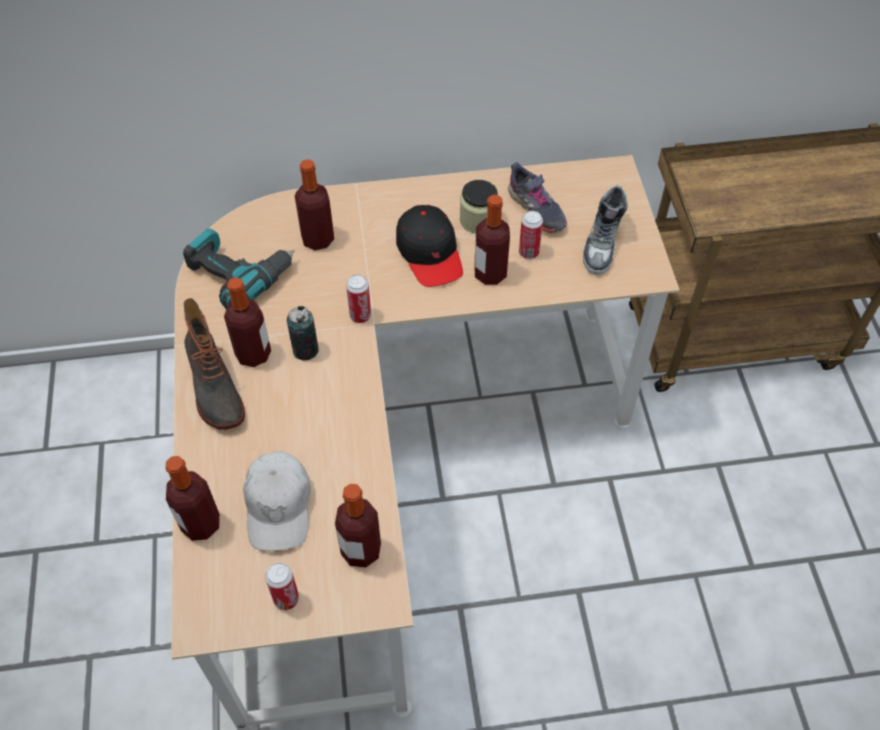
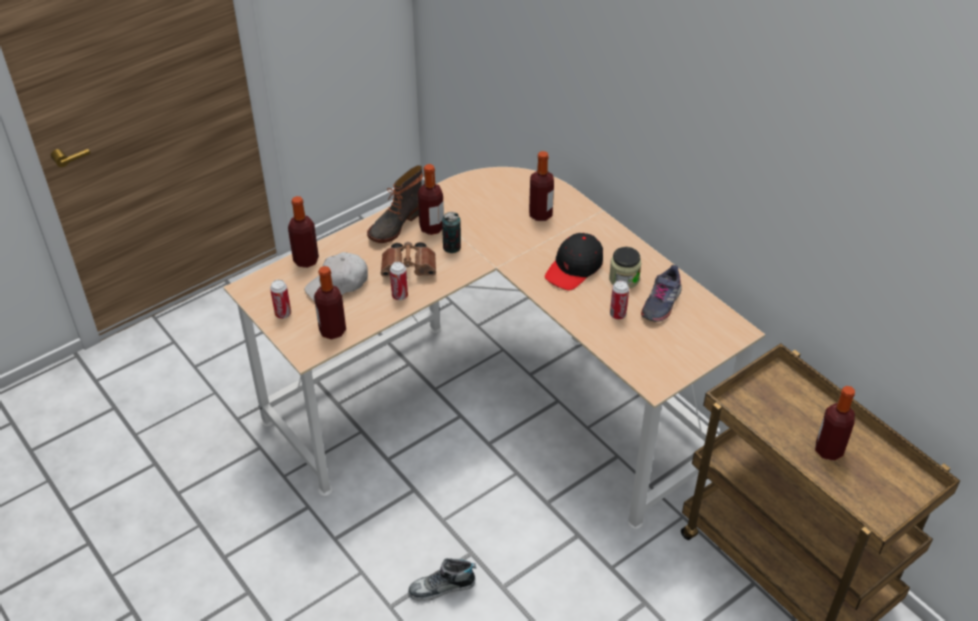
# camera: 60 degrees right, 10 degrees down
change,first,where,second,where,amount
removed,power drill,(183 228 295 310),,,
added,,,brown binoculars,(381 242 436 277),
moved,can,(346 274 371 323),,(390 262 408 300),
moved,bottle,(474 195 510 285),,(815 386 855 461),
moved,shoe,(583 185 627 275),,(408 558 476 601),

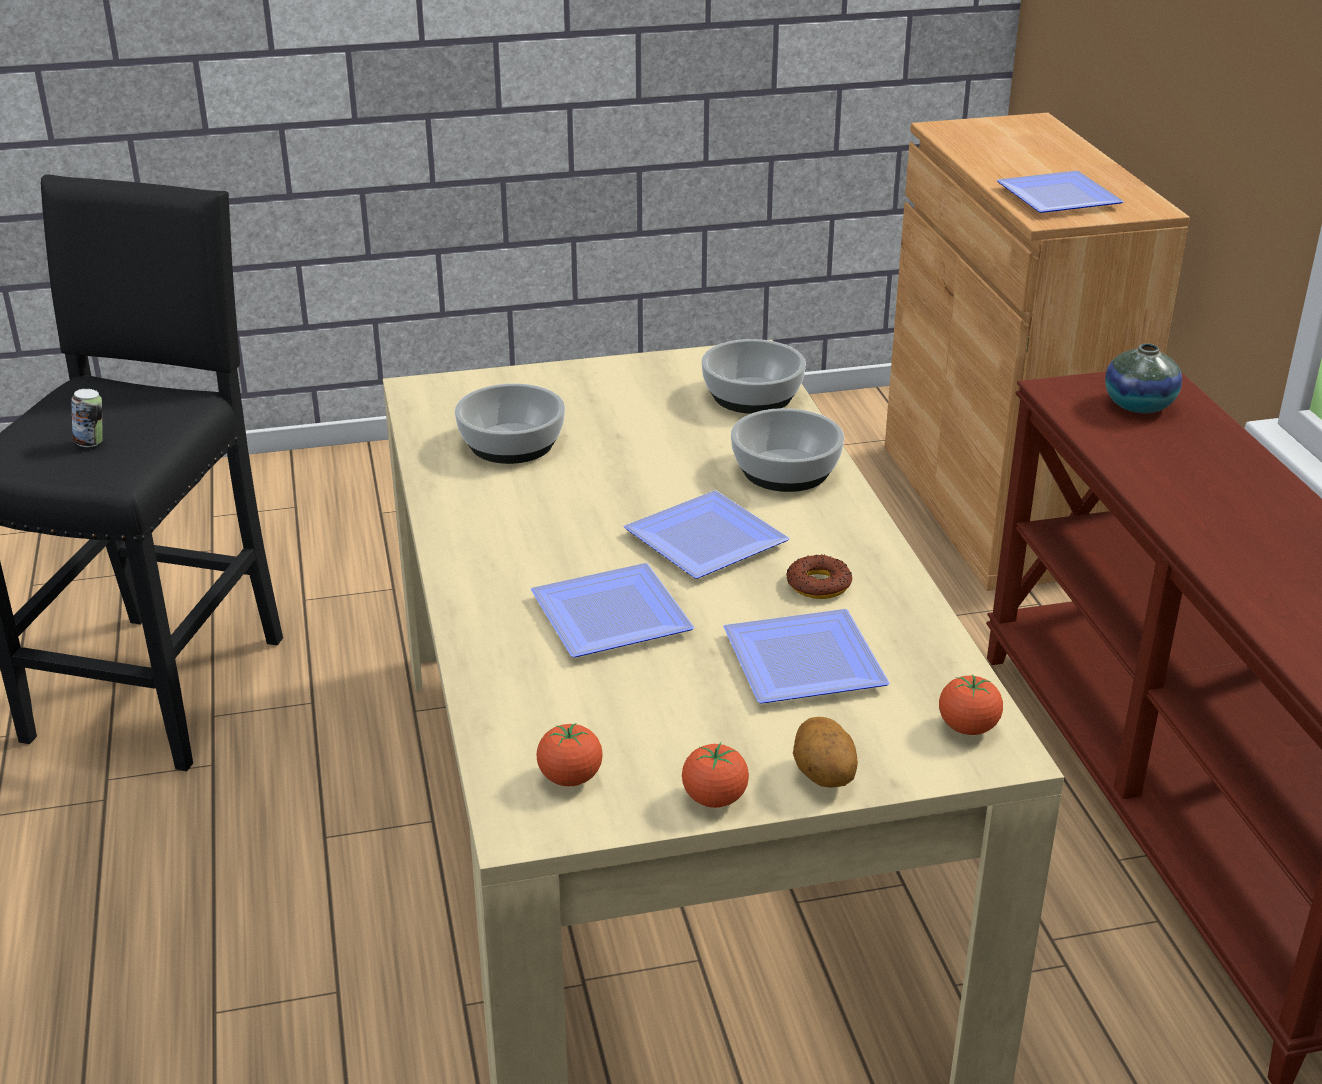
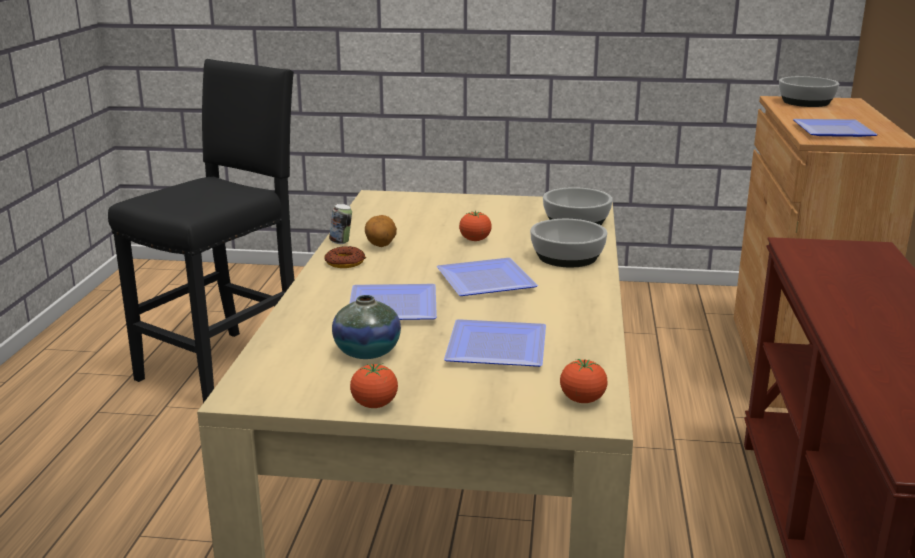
# camera: 20 degrees right, 10 degrees down
change,first,where,second,where,amount
moved,can,(71 389 103 447),,(329 204 352 244),
moved,bowl,(455 383 565 464),,(779 76 839 107),
moved,tomato,(537 723 603 786),,(459 210 492 241),
moved,donut,(786 555 852 599),,(325 246 366 268),
moved,potato,(793 717 858 788),,(365 215 397 247),
moved,vase,(1105 344 1182 413),,(332 295 401 359),

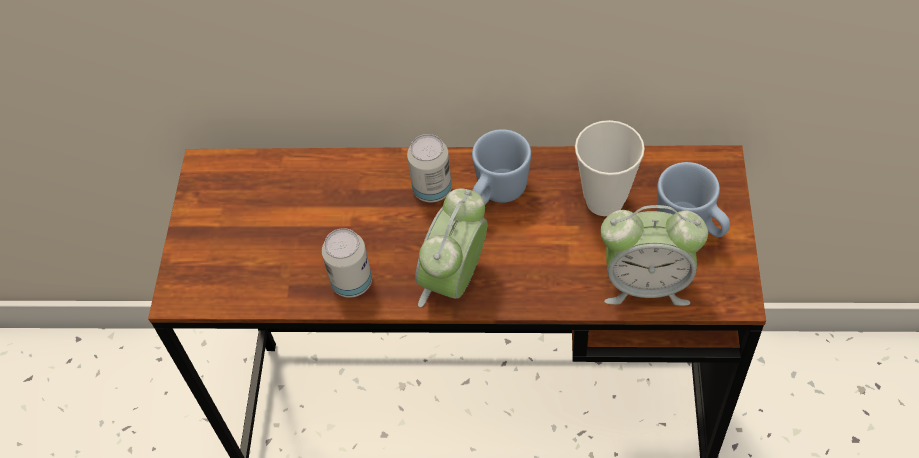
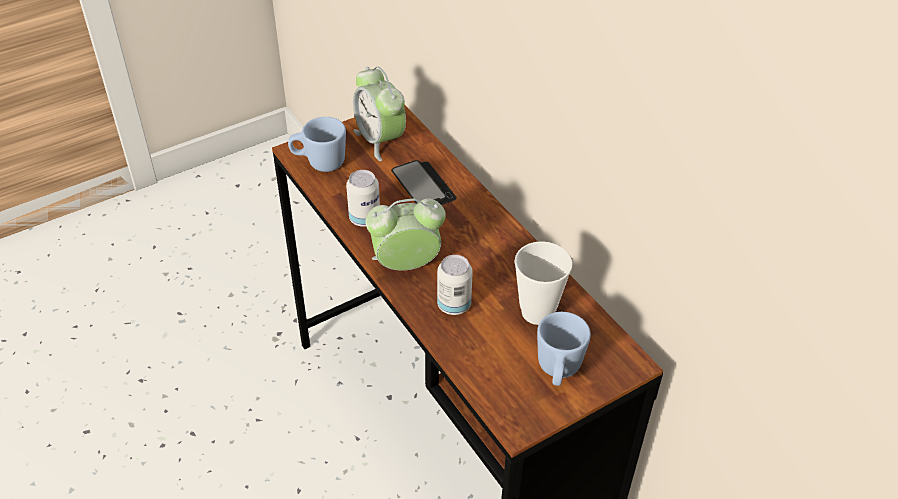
# camera: 50 degrees right, 10 degrees down
change,first,where,second,where,amount
added,,,phone,(391 160 457 205),
moved,can,(407 134 452 202),,(437 255 473 315),
moved,blue mug,(472 129 531 205),,(288 117 346 172),
moved,alarm clock,(600 205 708 306),,(353 67 406 161),

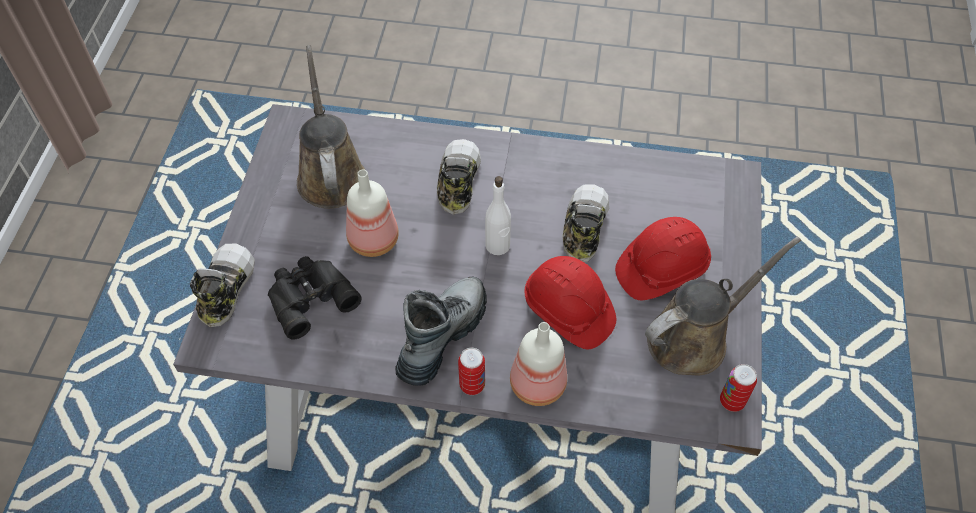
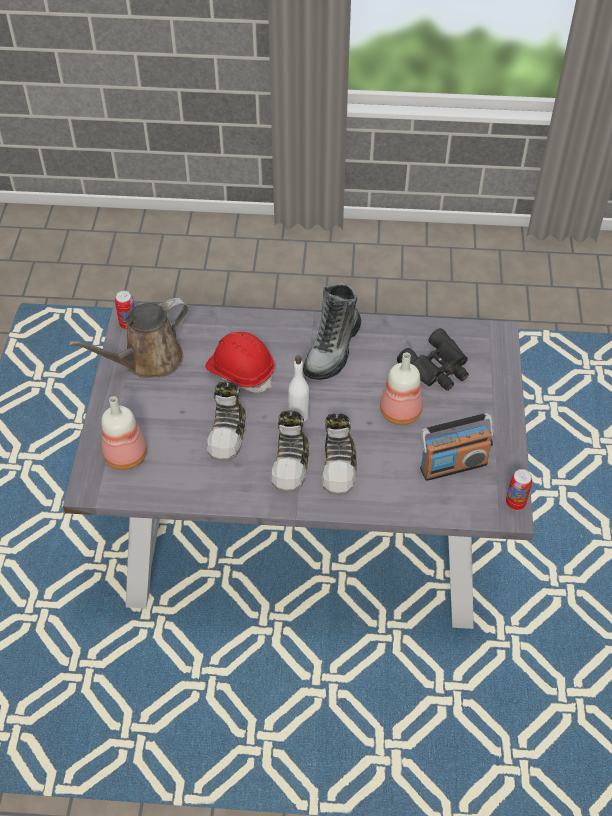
# camera: 175 degrees right, 5 degrees down
change,first,where,second,where,amount
removed,red hard hat,(615 217 711 300),,,
moved,shoe,(190 243 255 327),,(270 410 309 493),
moved,can,(458 348 485 395),,(506 469 532 510),
moved,bottle,(510 322 567 406),,(101 396 147 470),
replaced,brown watering can,(297 45 365 209),radio,(420 413 493 481),

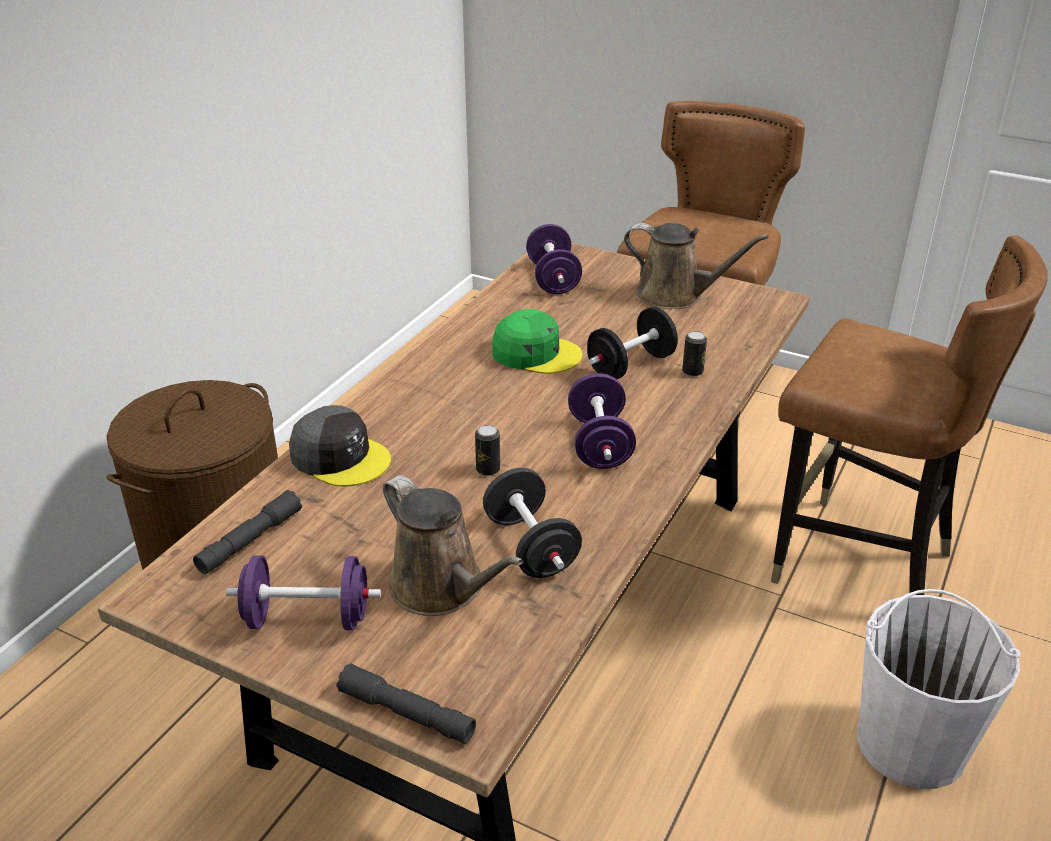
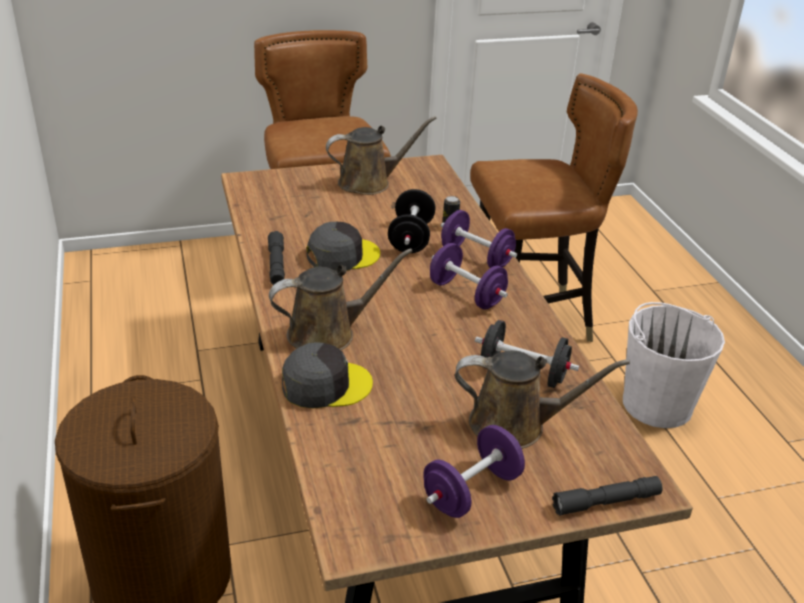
# camera: 45 degrees left, 0 degrees up
change,first,where,second,where,amount
removed,can,(475 425 500 476),,,
added,,,brown watering can,(269 248 413 350),
moved,grey flashlight,(193 490 302 574),,(268 231 285 285),
moved,purple dumbbell,(526 224 582 294),,(441 210 517 268),
recoloured,green cap,(492 309 583 374),grey cap,(307 222 380 271),

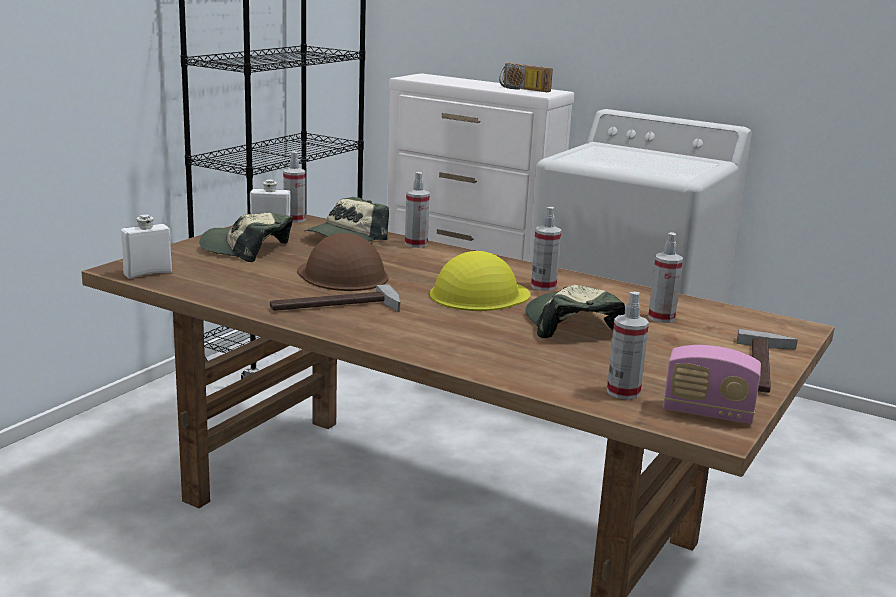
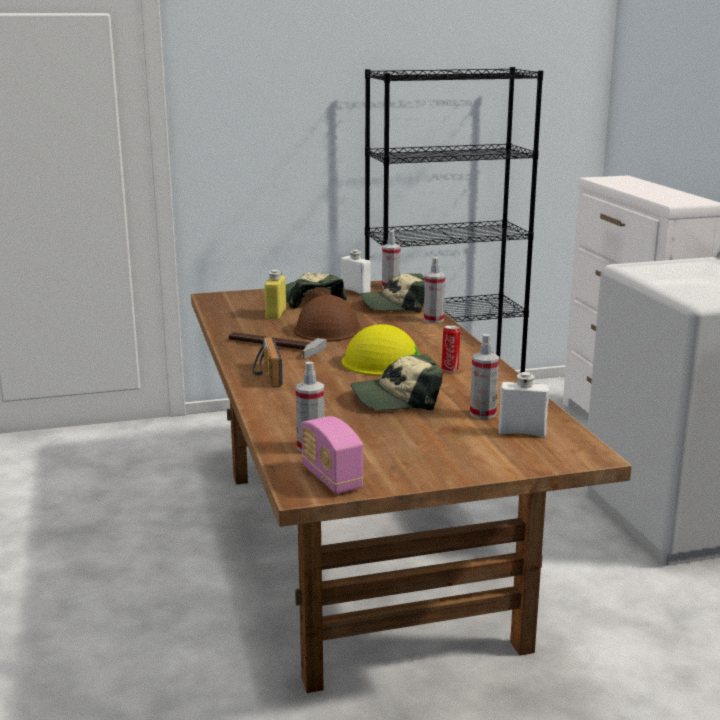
# camera: 45 degrees right, 0 degrees up
change,first,where,second,where,amount
removed,hammer,(737 329 798 393),,,
added,,,yellow bottle,(265 270 286 320),
moved,white bottle,(121 215 172 279),,(498 372 549 437),
moved,radio,(499 63 553 92),,(252 337 283 387),
replaced,spray bottle,(531 207 561 291),can,(441 325 461 372),
turned,cap,(525 285 625 338),,(350 354 443 410),135 degrees counterclockwise

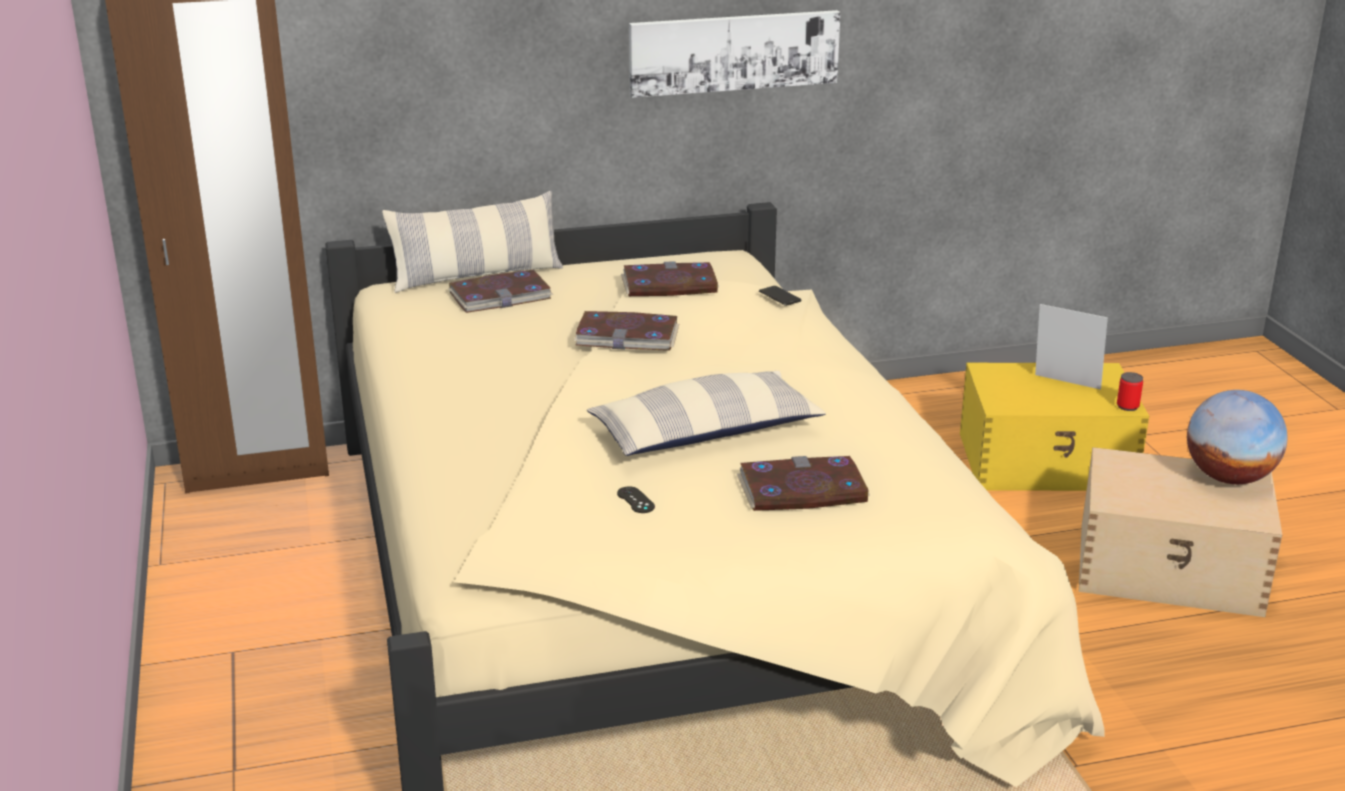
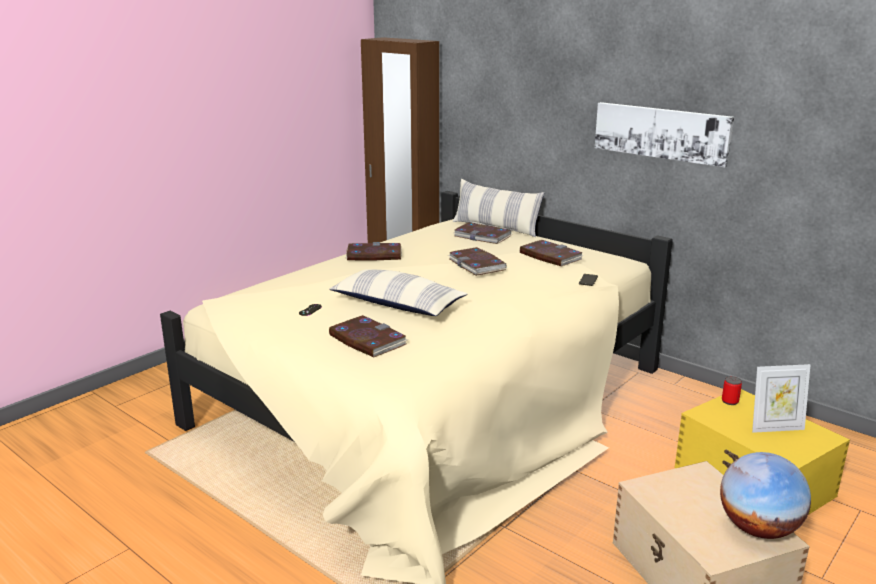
# camera: 55 degrees right, 5 degrees down
change,first,where,second,where,amount
added,,,book,(346 242 402 261),
moved,can,(1117 372 1143 411),,(722 376 742 405),
turned,picture frame,(1035 304 1108 390),,(752 364 810 433),90 degrees clockwise

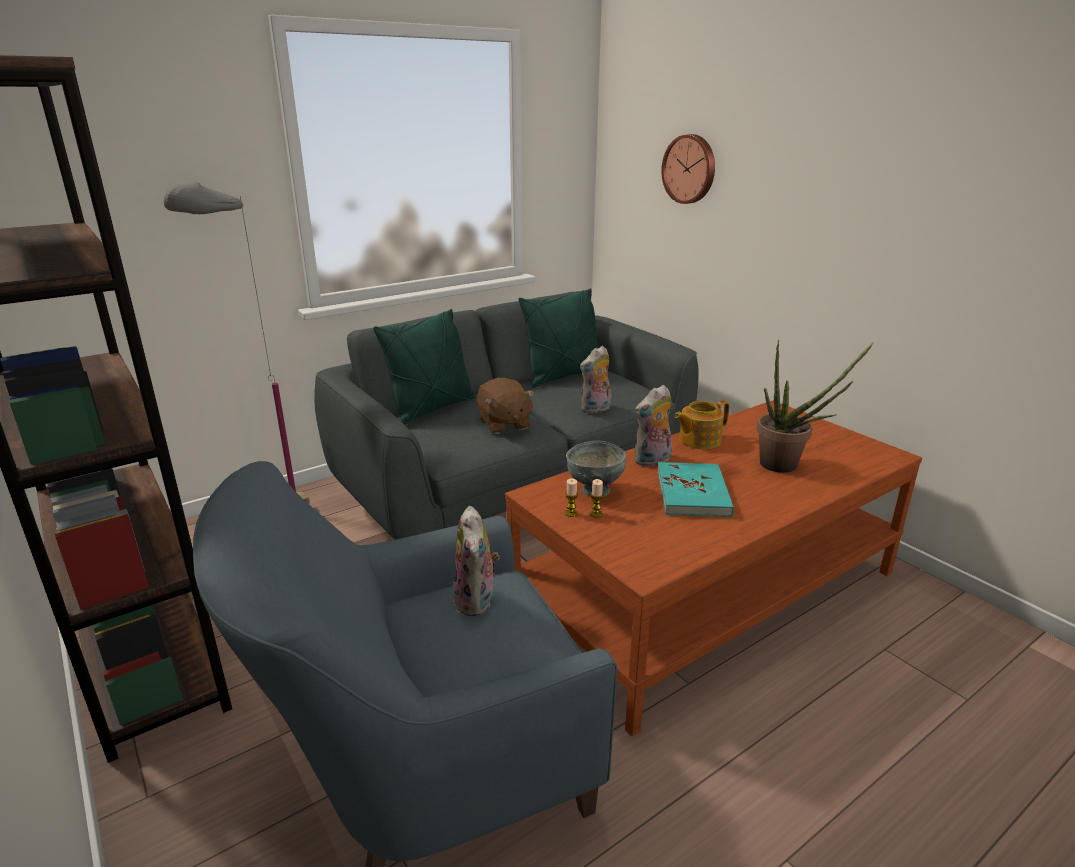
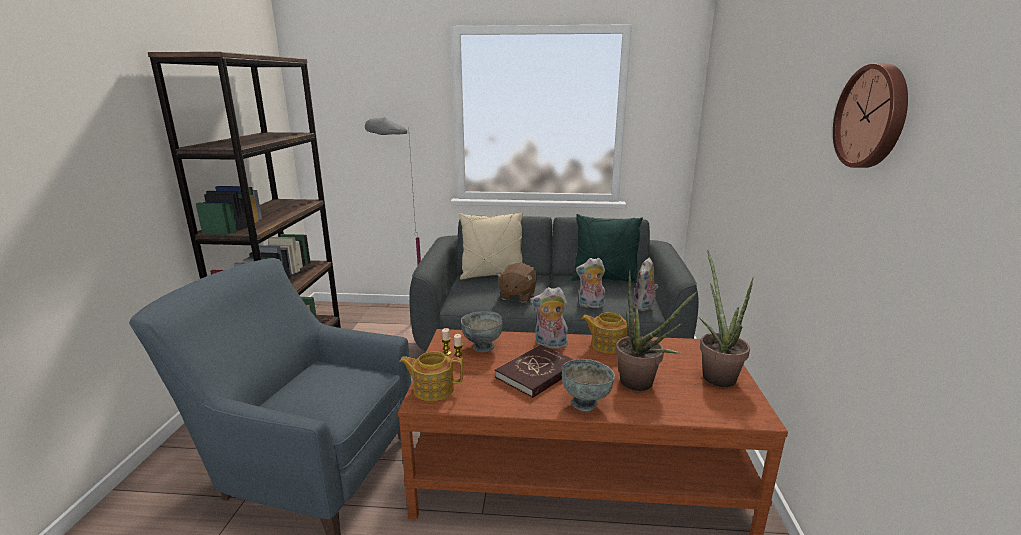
# camera: 40 degrees right, 5 degrees down
change,first,where,second,where,amount
added,,,teapot,(399 351 463 401),
added,,,grey bowl,(562 359 615 411),
added,,,potted plant,(699 250 754 387),
moved,plush toy,(453 506 500 616),,(633 258 658 311),
moved,wall clock,(661 134 715 204),,(833 63 908 168),
recoloured,green pillow,(373 309 476 425),beige pillow,(459 212 523 280),
recoloured,turquoise book,(657 462 734 517),red book,(495 345 574 398),

